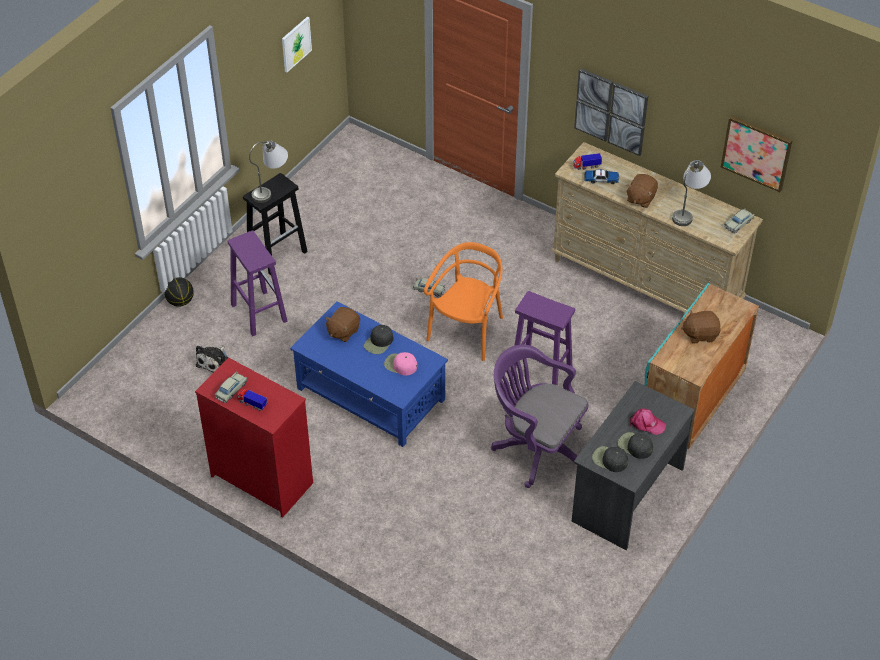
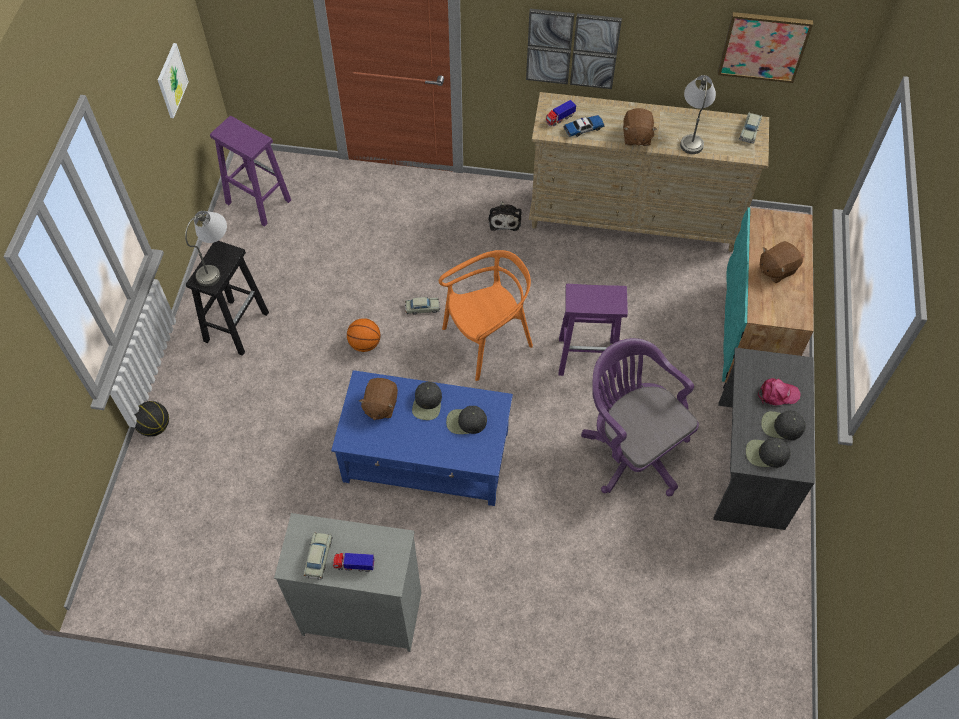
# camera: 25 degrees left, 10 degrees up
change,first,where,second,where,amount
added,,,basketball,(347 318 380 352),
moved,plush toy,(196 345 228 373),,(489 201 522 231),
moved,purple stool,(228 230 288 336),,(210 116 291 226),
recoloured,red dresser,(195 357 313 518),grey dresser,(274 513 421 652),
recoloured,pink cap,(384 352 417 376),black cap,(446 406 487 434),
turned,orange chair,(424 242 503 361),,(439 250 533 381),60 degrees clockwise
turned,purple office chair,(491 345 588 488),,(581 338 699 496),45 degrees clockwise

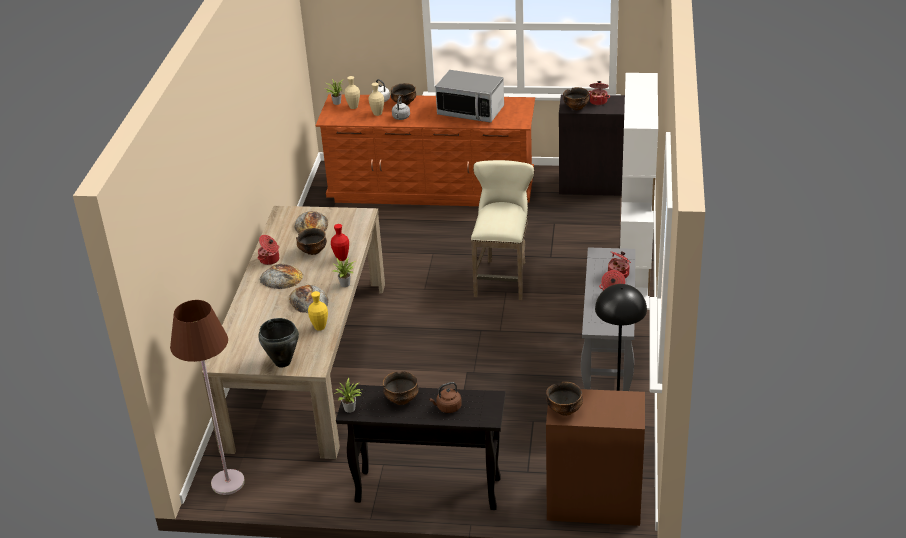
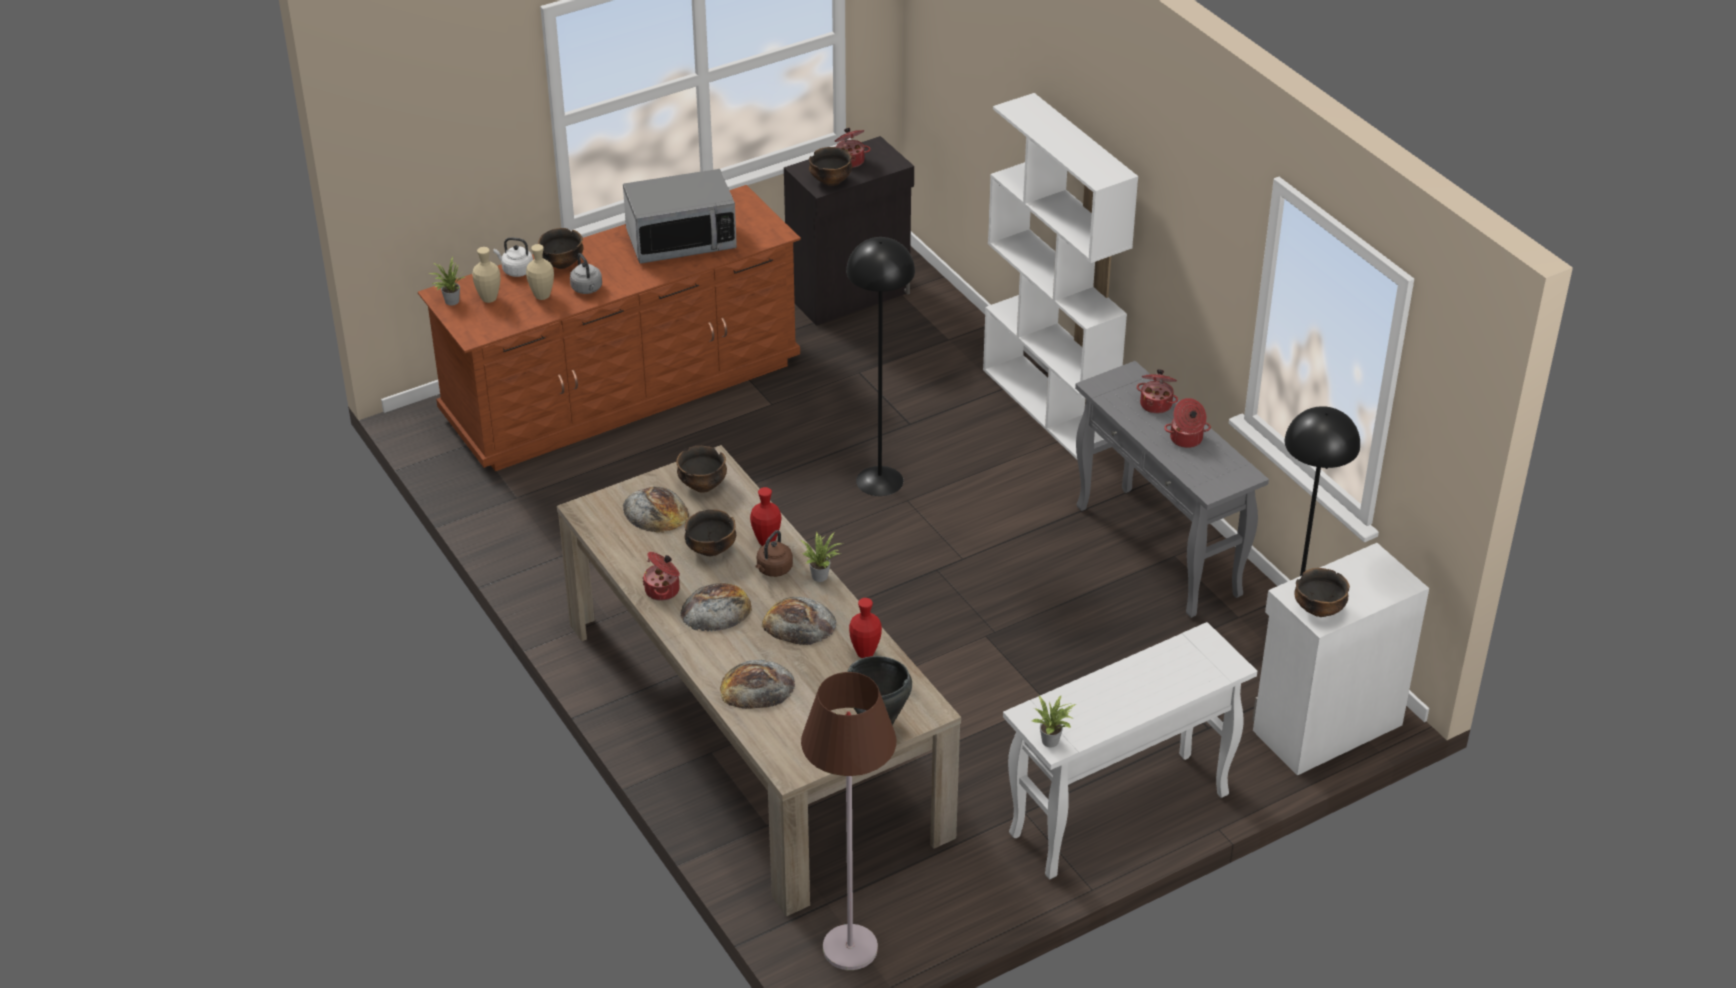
# camera: 40 degrees left, 5 degrees up
change,first,where,second,where,amount
added,,,bread,(720 660 795 709),
moved,bowl,(382 371 419 405),,(676 446 727 493),
moved,brown kettle,(429 382 462 413),,(755 530 793 577),
replaced,beige stool,(471 160 534 300),black floor lamp,(846 237 915 496),
recoloured,yellow vase,(308 291 328 331),red vase,(849 598 882 658),
recoloured,black console table,(336 384 506 510),white console table,(1003 622 1257 879),
recoloured,brown cabinet,(546 389 645 526),white cabinet,(1252 543 1429 776),

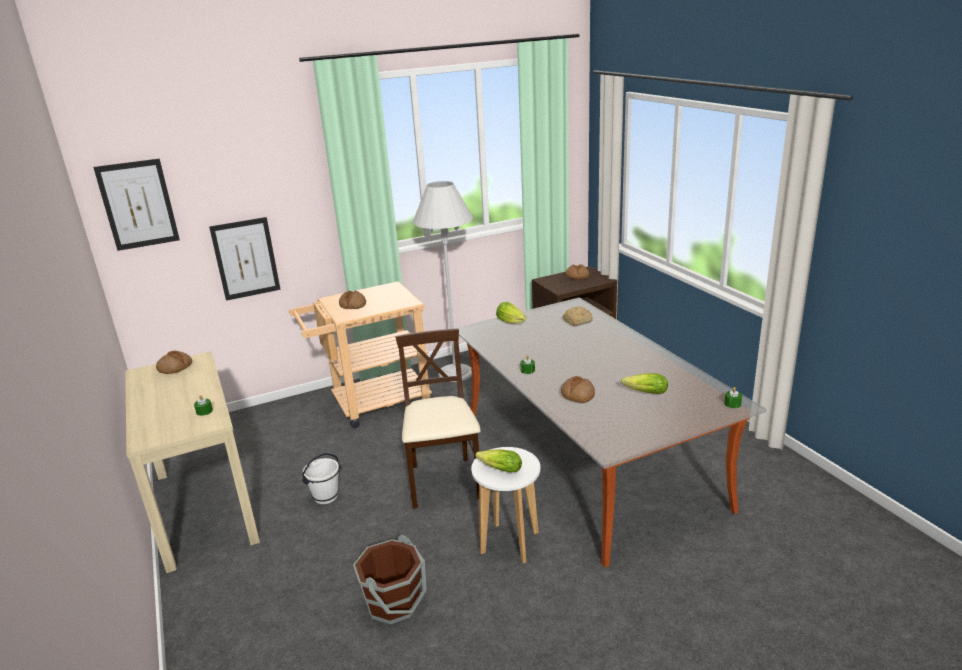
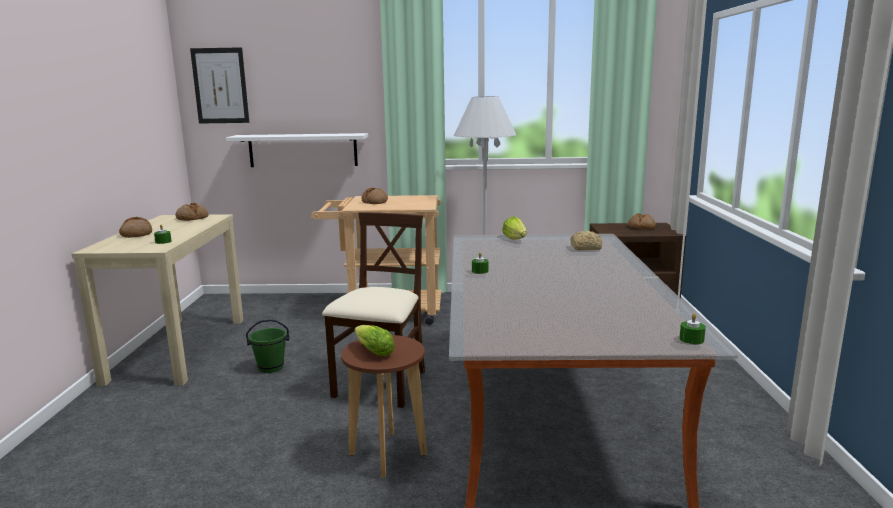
# camera: 25 degrees right, 10 degrees down
change,first,where,second,where,amount
removed,brown bucket,(353 535 427 624),,,
removed,lettuce,(621 373 668 394),,,
moved,bread,(561 376 595 403),,(119 217 152 238),
replaced,picture,(209 217 281 301),white shelf,(226 133 368 167),
recoloured,white bucket,(302 453 341 504),green bucket,(246 319 290 373),
recoloured,white stool,(471 447 540 563),brown stool,(341 335 427 478),

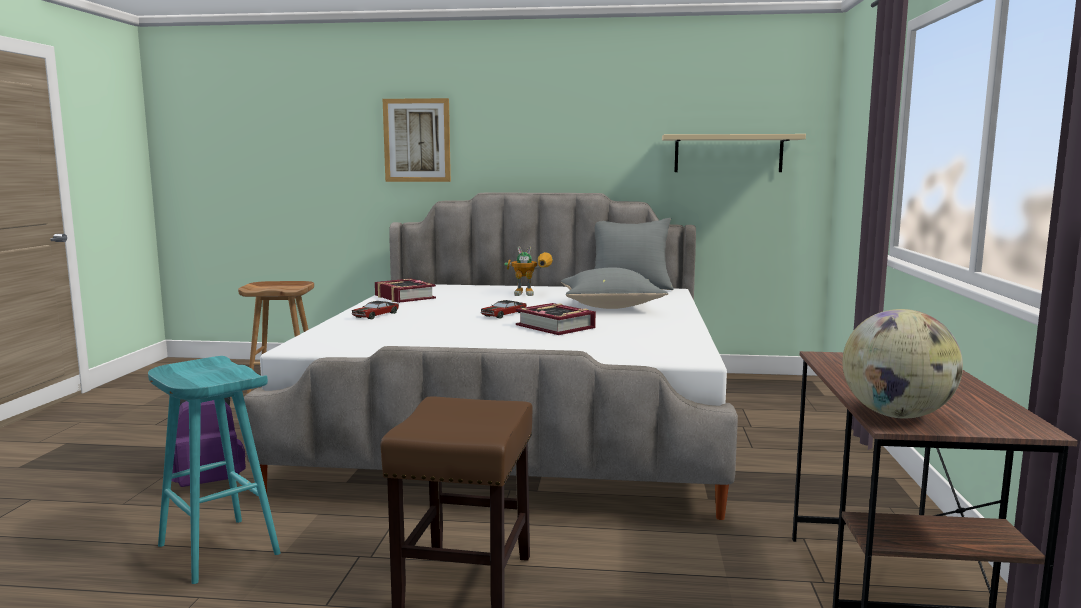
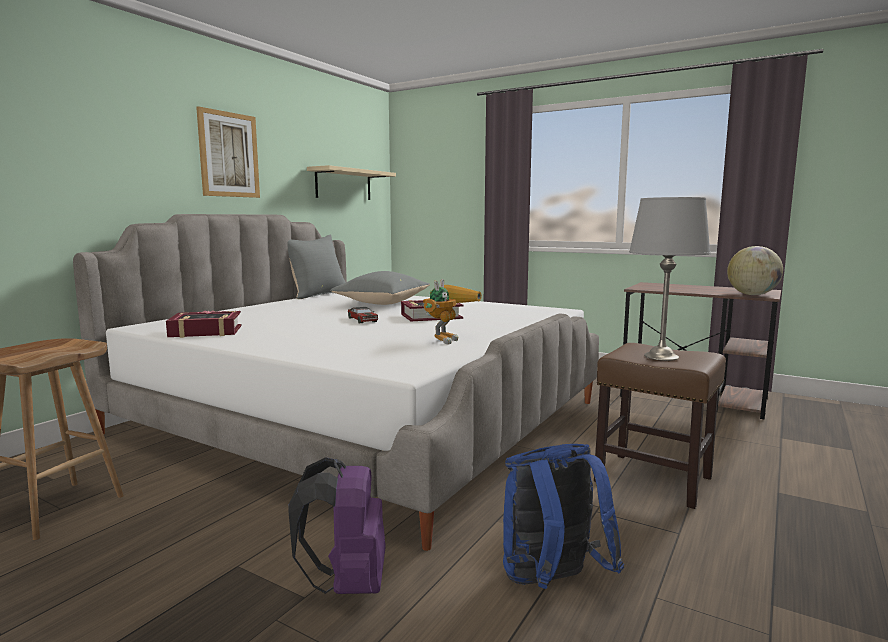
# camera: 65 degrees left, 0 degrees up
change,first,where,second,where,amount
removed,toy car,(352 301 399 319),,,
added,,,grey table lamp,(629 197 711 361),
moved,picture,(383 98 451 182),,(196 106 260 198),
moved,toy robot,(504 246 553 296),,(423 279 482 344),
replaced,turquoise stool,(148 356 281 584),blue backpack,(503 444 624 589),

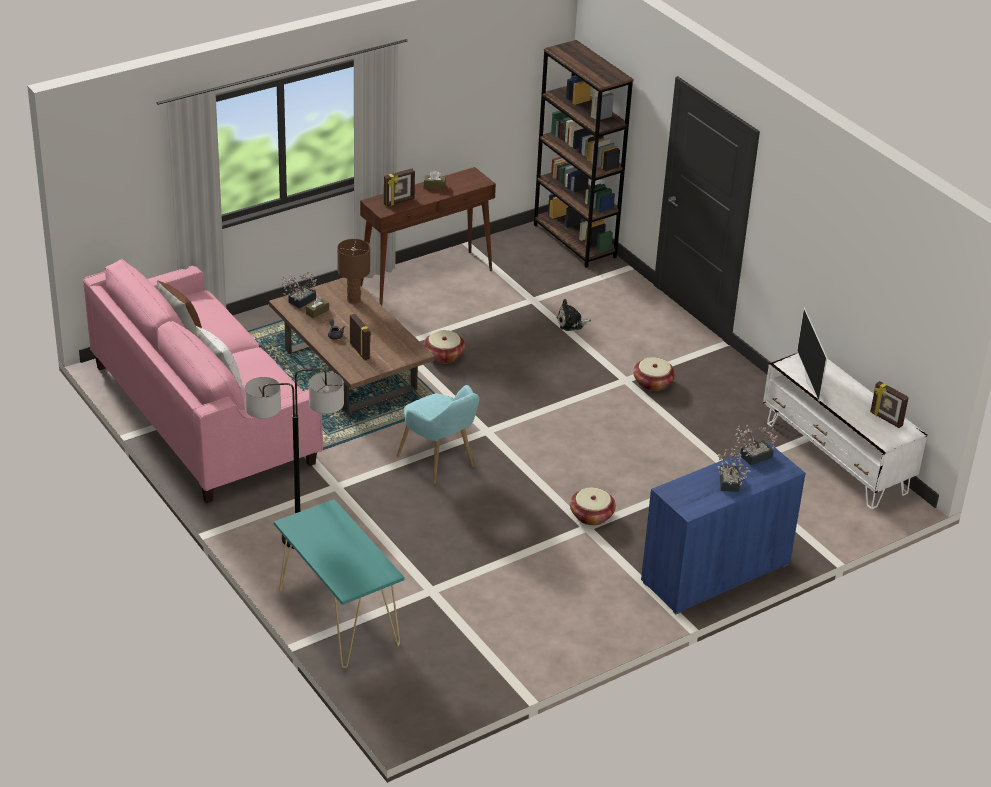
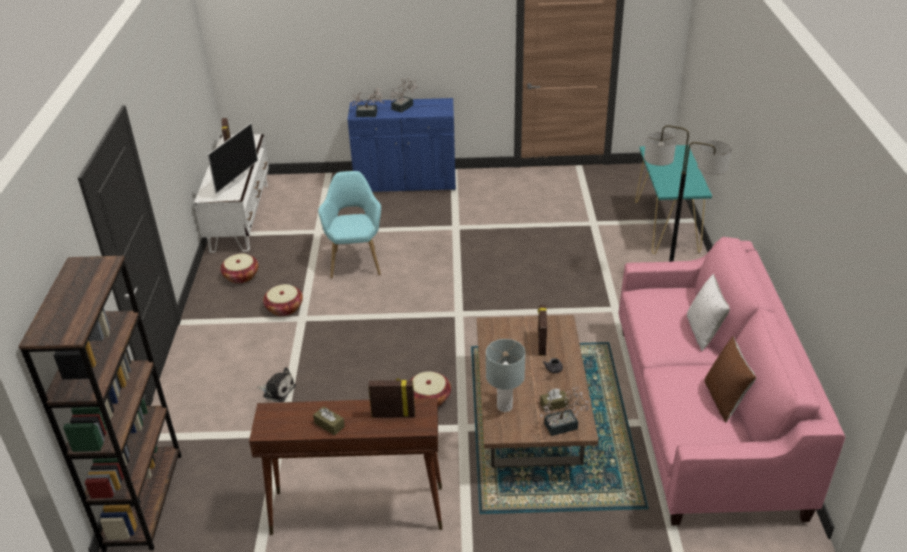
# camera: 145 degrees left, 0 degrees up
change,first,where,second,where,amount
moved,turquoise armchair,(396 385 479 484),,(318 171 381 279),
moved,basket,(570 488 616 525),,(220 253 259 284),
recoloured,brown table lamp,(337 239 370 304),grey table lamp,(486 339 525 412),

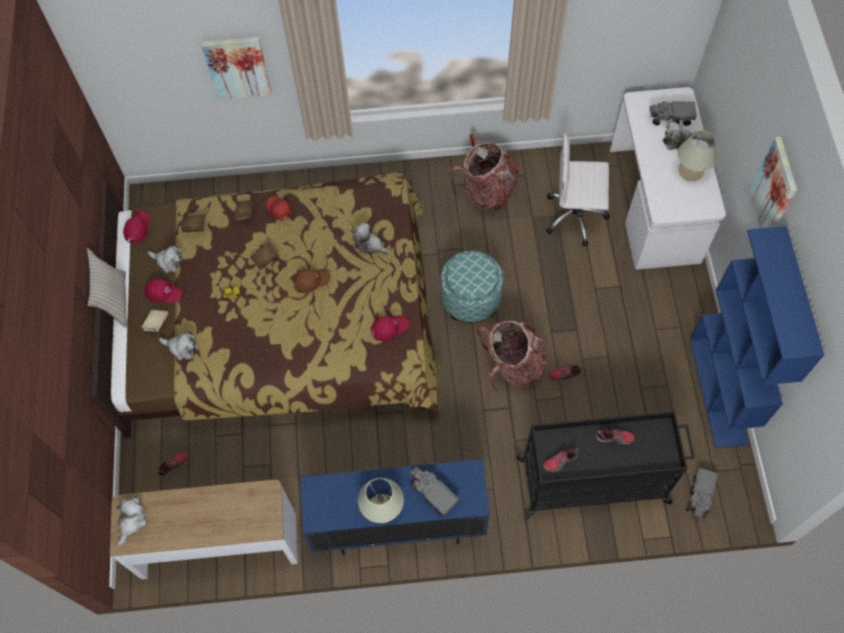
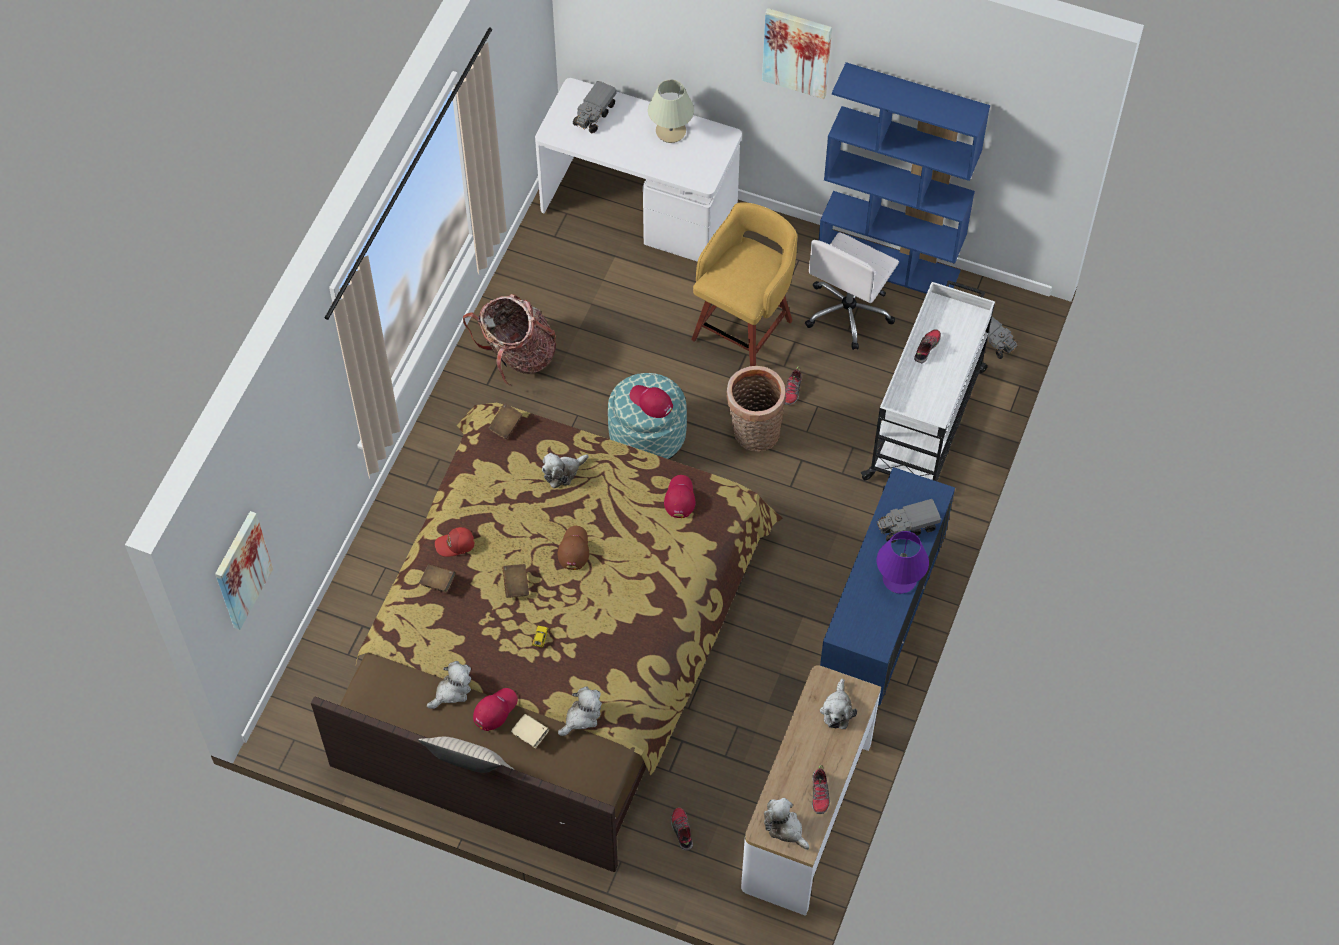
# camera: 65 degrees left, 5 degrees down
change,first,where,second,where,amount
added,,,yellow stool,(691 202 797 366),
moved,red cap,(123 211 150 243),,(630 385 673 418),
moved,brown book,(181 214 206 233),,(488 403 522 439),
moved,picture,(201 37 272 100),,(215 511 273 630),
moved,shoe,(543 448 579 472),,(812 765 830 814),
moved,white office chair,(546 134 610 247),,(805 232 899 350),
moved,plush toy,(663 121 696 150),,(820 679 857 729),
replaced,backpack,(476 321 547 391),basket,(726 366 786 452),
recoloured,beige table lamp,(358 478 404 523),purple table lamp,(877 531 929 594),
recoloured,black cart,(515 411 695 519),white cart,(861 280 995 481),

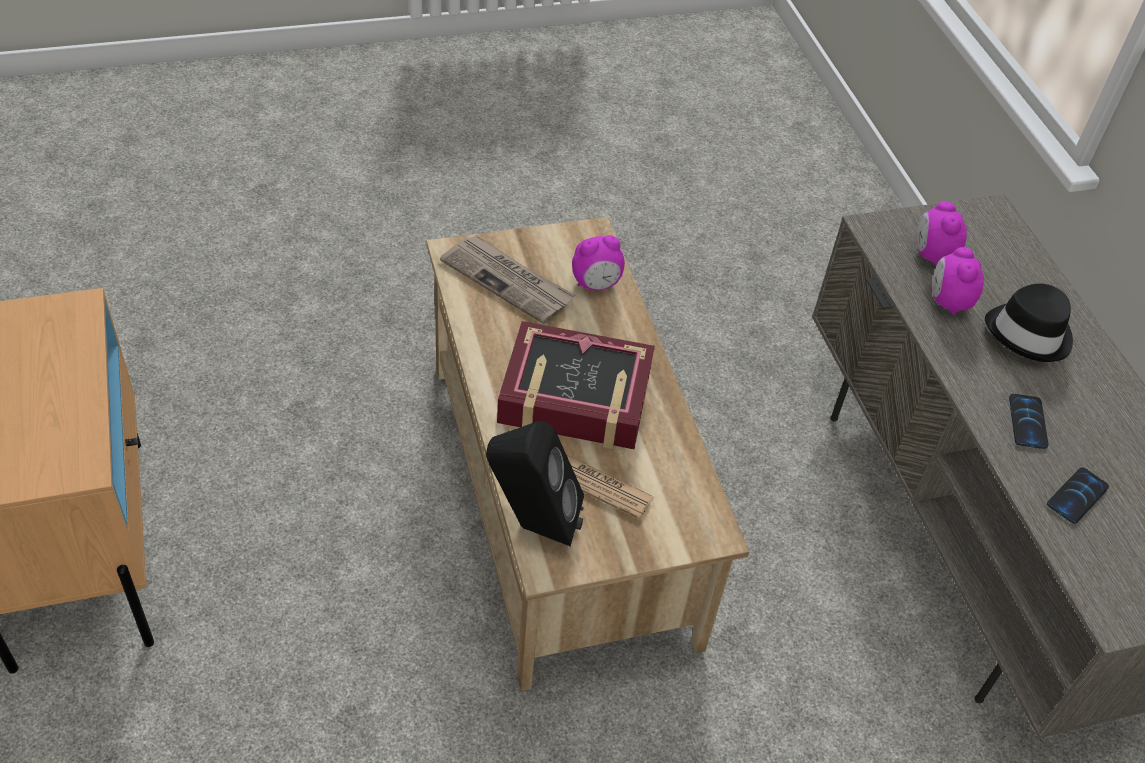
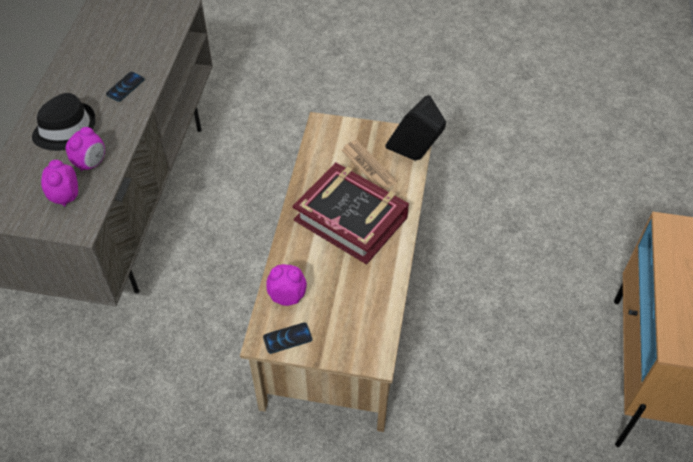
# camera: 150 degrees left, 5 degrees up
change,first,where,second,where,amount
removed,newspaper,(440 235 575 324),,,
moved,phone,(1047 467 1109 524),,(263 322 312 354),
turned,alarm clock,(916 201 967 266),,(41 160 78 207),150 degrees clockwise

